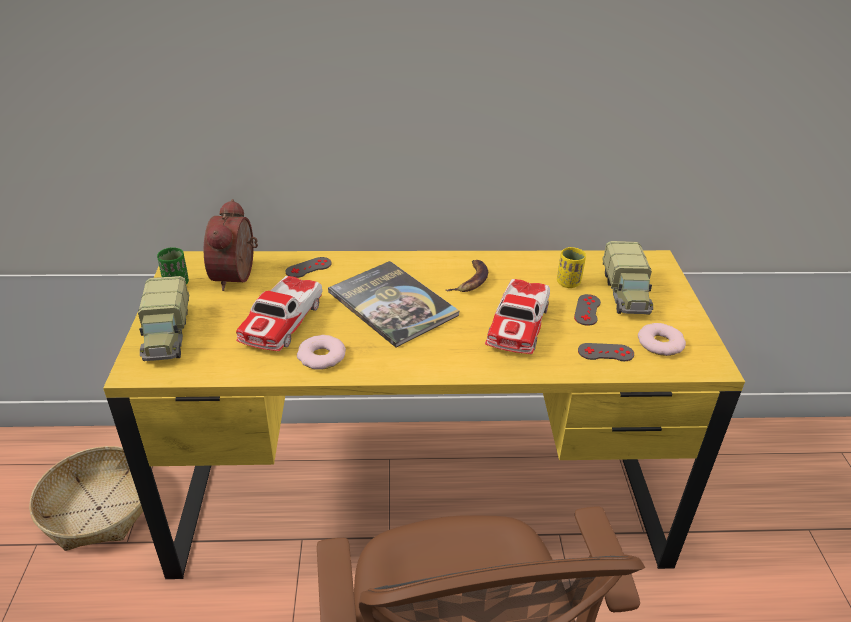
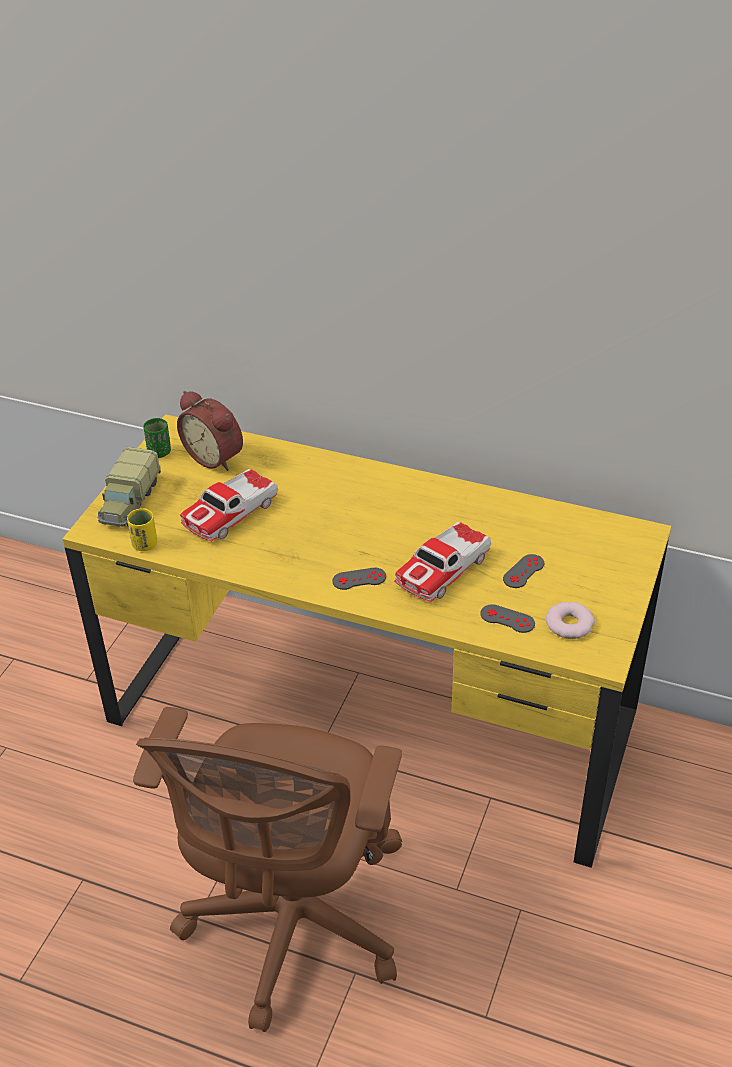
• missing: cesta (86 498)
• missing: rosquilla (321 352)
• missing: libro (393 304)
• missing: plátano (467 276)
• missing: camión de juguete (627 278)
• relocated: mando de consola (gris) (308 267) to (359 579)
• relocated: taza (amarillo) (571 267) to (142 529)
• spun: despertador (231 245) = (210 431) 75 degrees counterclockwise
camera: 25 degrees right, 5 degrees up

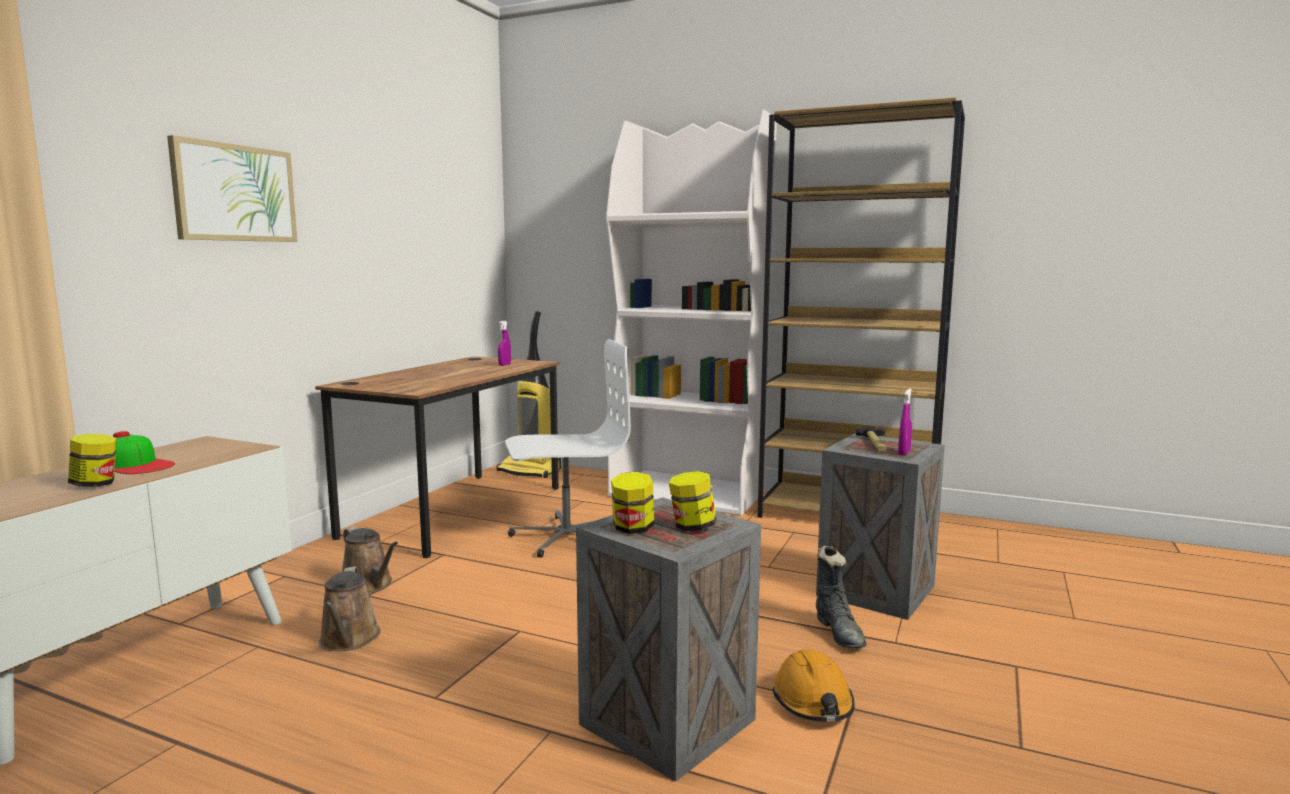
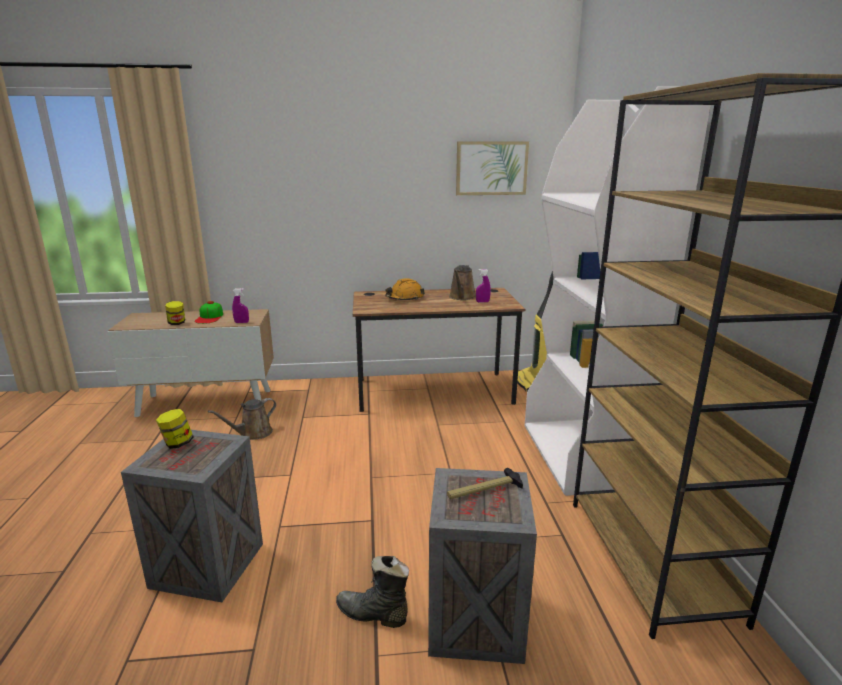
• missing: silla de oficina (blanco) (568 448)
• missing: tarro (692 501)
• relocated: cuadro (232 188) to (492 168)
• relocated: regadera (marrón) (370 560) to (462 282)
• relocated: casco (naranja) (814 685) to (405 289)
• relocated: pulverizador (morado) (905 422) to (240 305)
• spun: bota (negro) (841 596) = (372 592) 60 degrees clockwise
camera: 60 degrees right, 10 degrees up

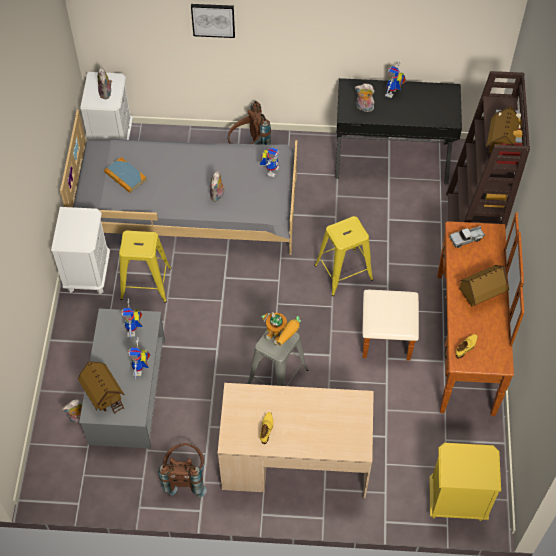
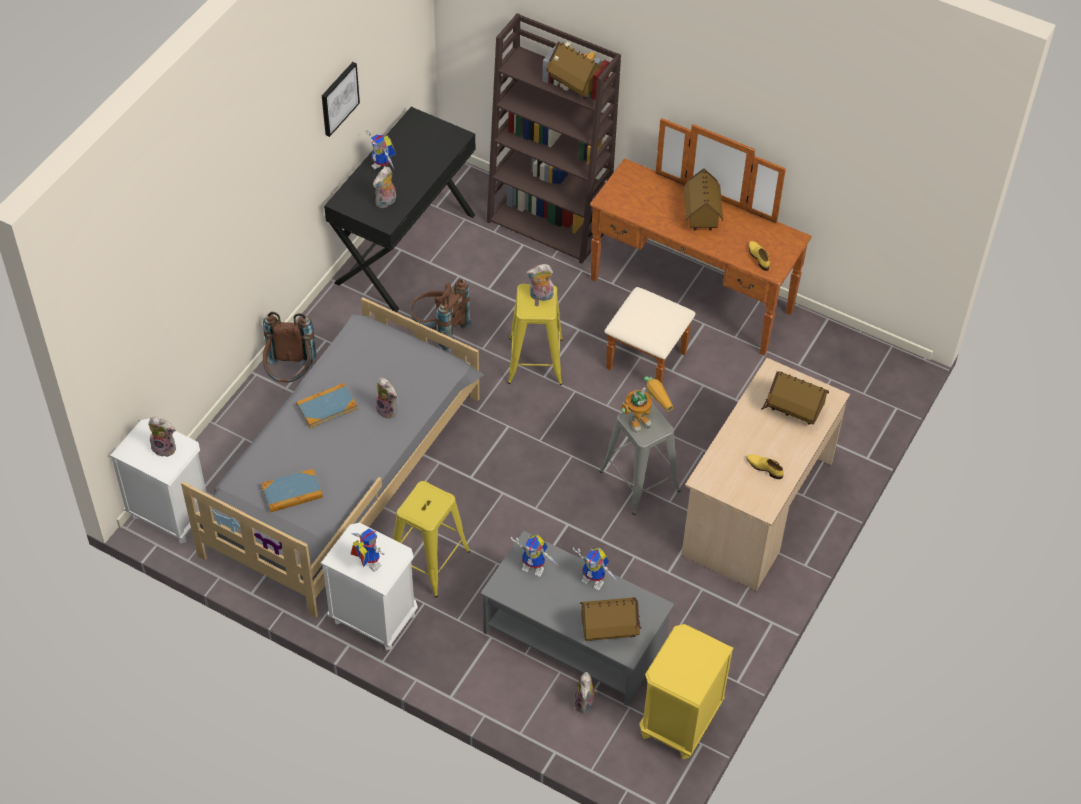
• missing: camión de juguete (467 237)
• appeared: libro (326 405)
• appeared: peluche (540 282)
• appeared: casita (795 398)
• relocated: mochila (marrón) (182 470) to (440 315)
• relocated: cuadro (213 21) to (341 99)
• relocated: robot de juguete (269 162) to (368 550)
• relocated: mesita de noche (amarillo) (465 482) to (686 691)
camera: 65 degrees left, 5 degrees down

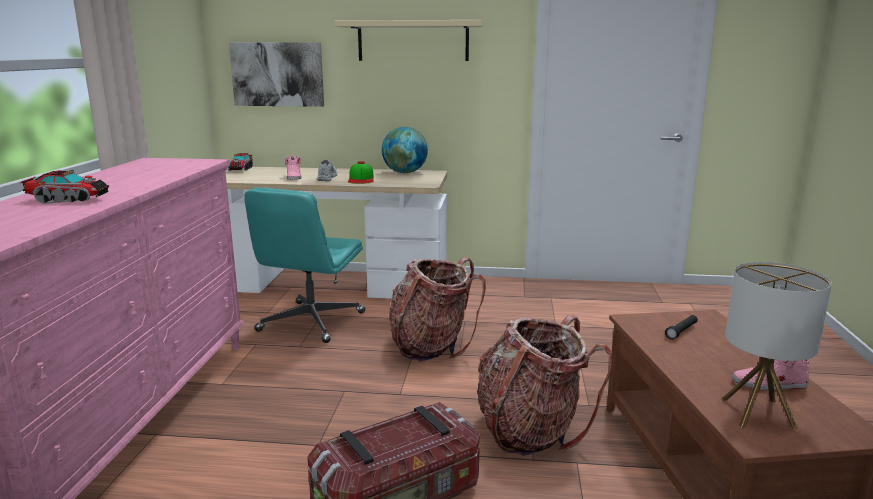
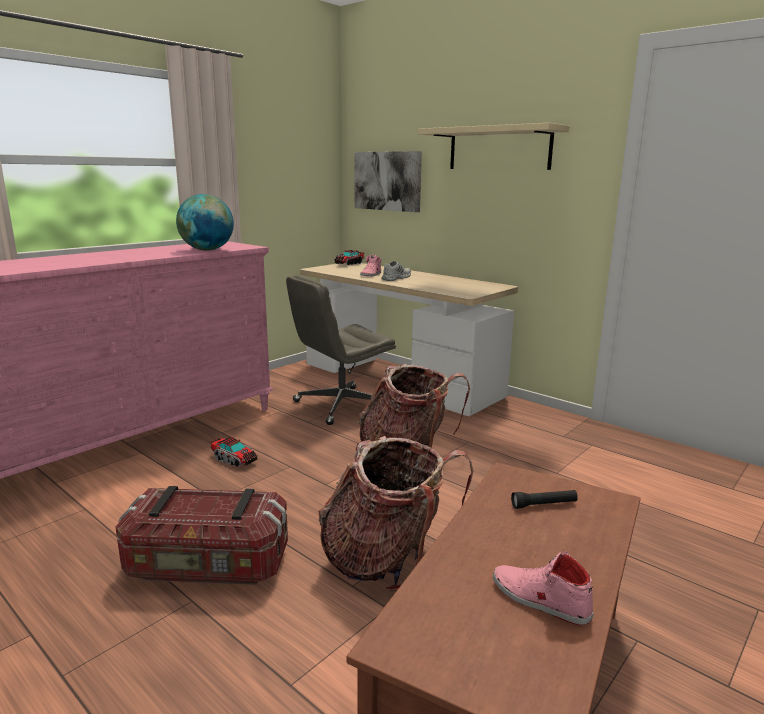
• missing: gorra (361 172)
• missing: lámpara de mesa (777 346)
• relocated: camión de juguete (64 187) to (234 452)
• relocated: globo terráqueo (405 150) to (205 222)
• colour: silla de oficina (turquesa) (305 265) to silla de oficina (gris) (341 350)
camera: 35 degrees right, 0 degrees up

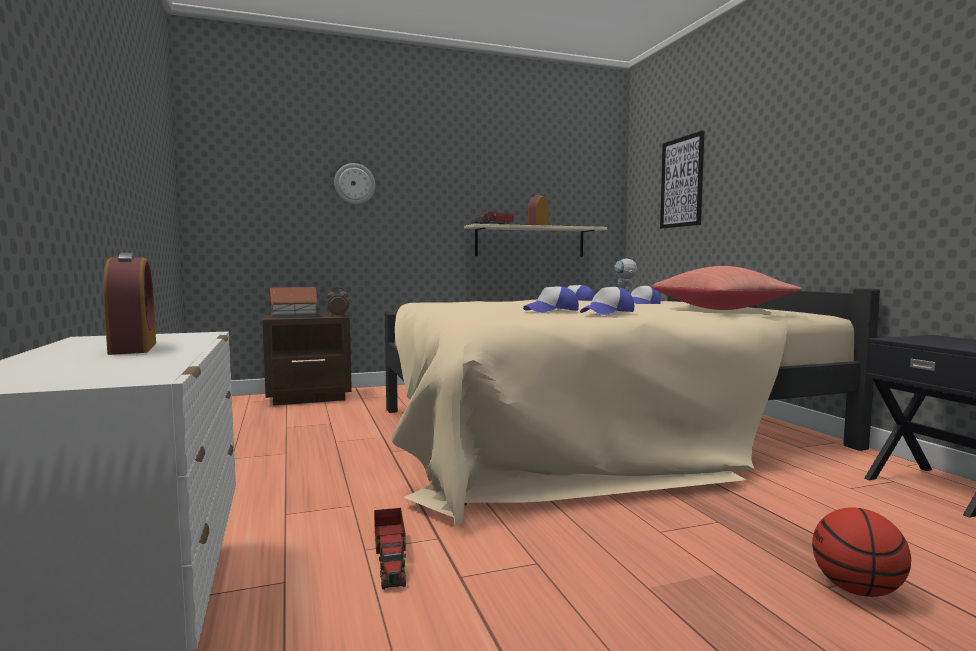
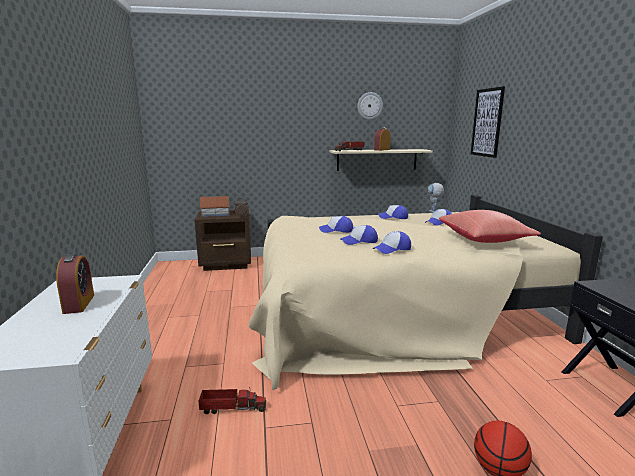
• appeared: gorra (336 224)
• relocated: reloj de pared (354 183) to (370 106)
• spun: camión de juguete (390 548) = (232 400) 90 degrees counterclockwise
camera: 10 degrees right, 10 degrees up

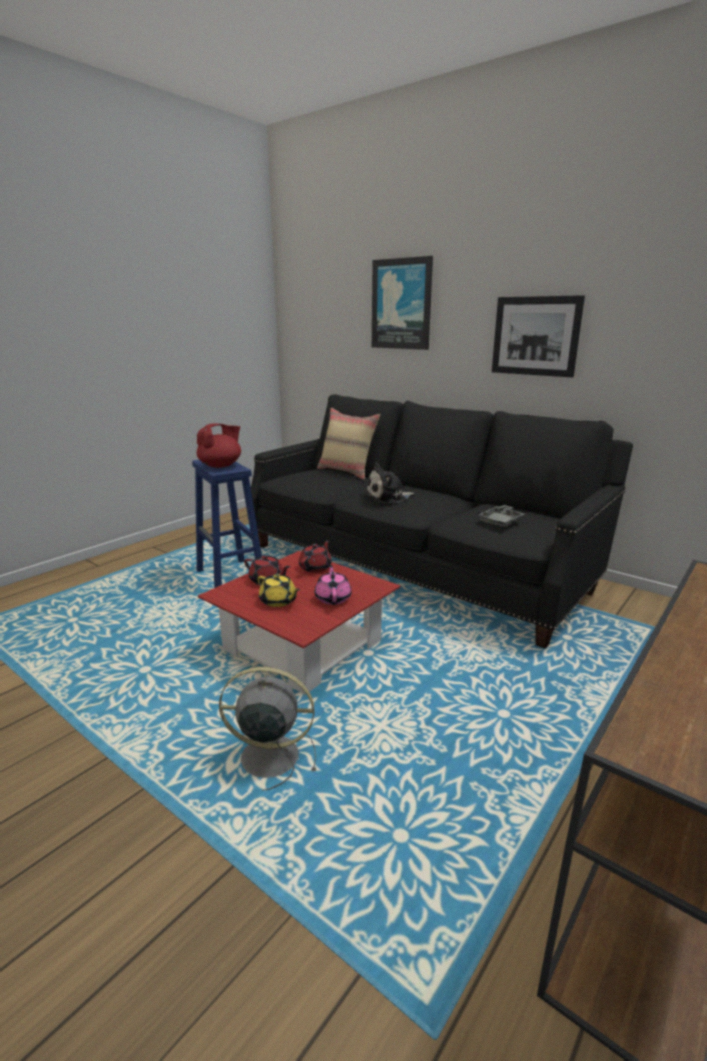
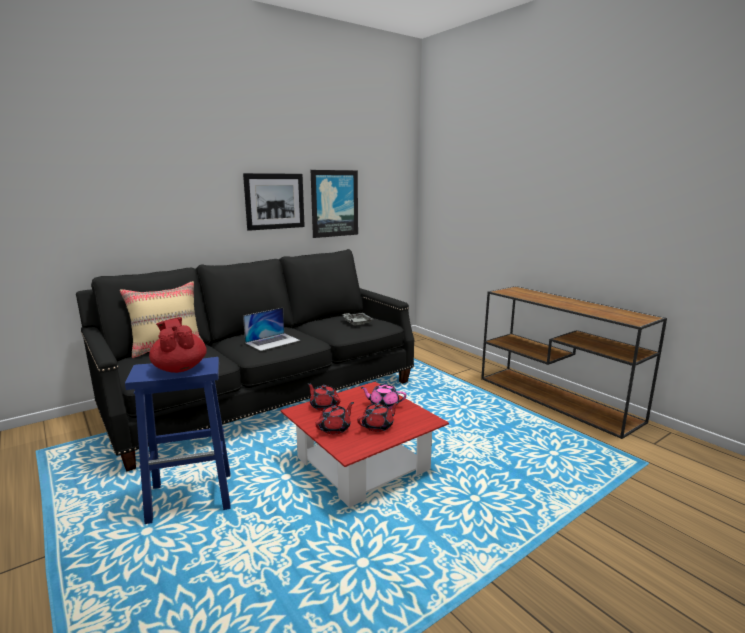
• missing: ventilador (gris) (267 729)
• relocated: cuadro (402 303) to (334 204)
• exchanged: peluche (389 482) to portátil (271 329)
• colour: tetera (amarillo) (279 590) to tetera (rojo) (378 417)
camera: 75 degrees left, 5 degrees down

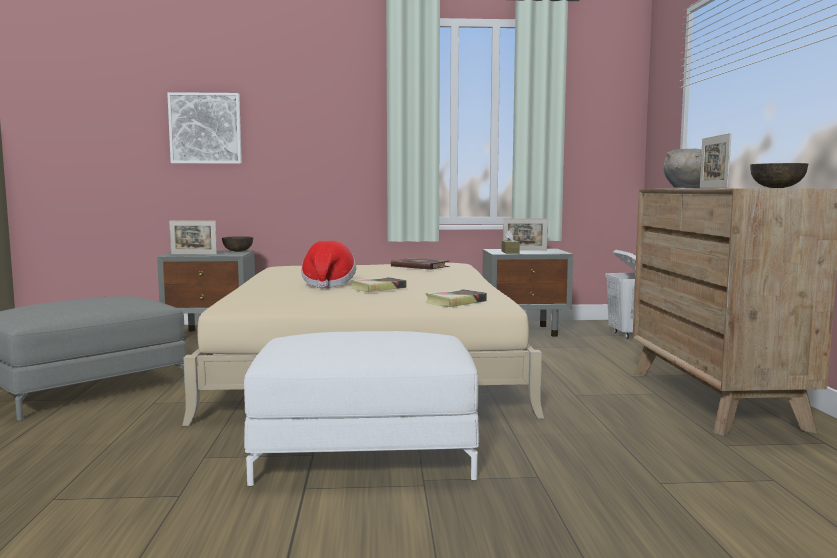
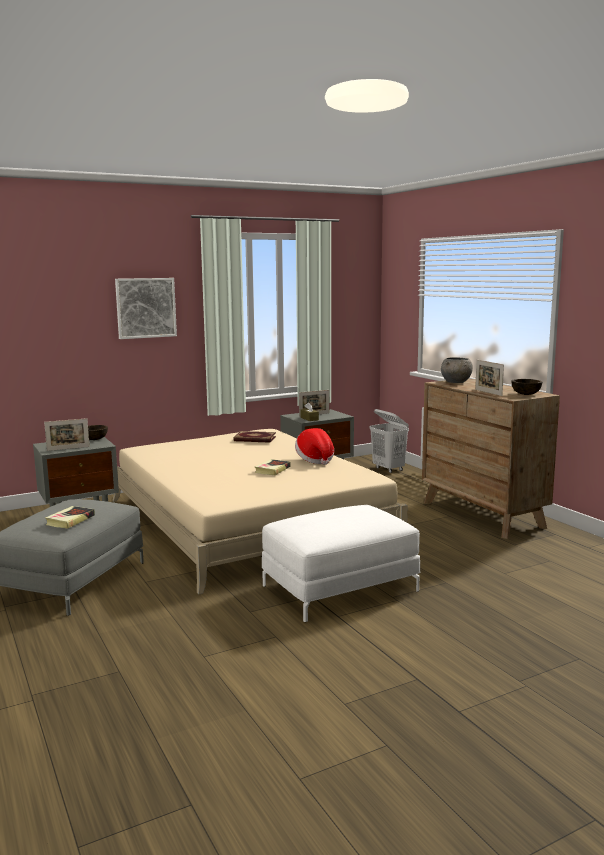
• relocated: cuadro (204 128) to (146 308)
• relocated: sombrero (328 264) to (314 446)
• relocated: libro (456 298) to (70 517)
camera: 25 degrees left, 5 degrees up

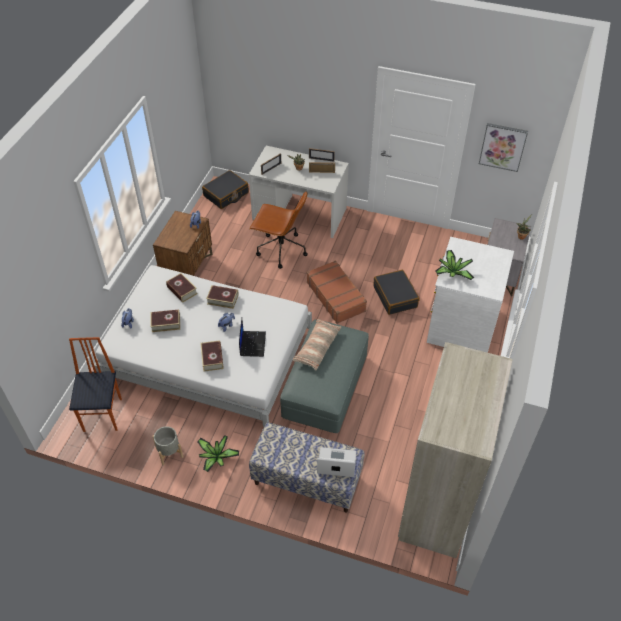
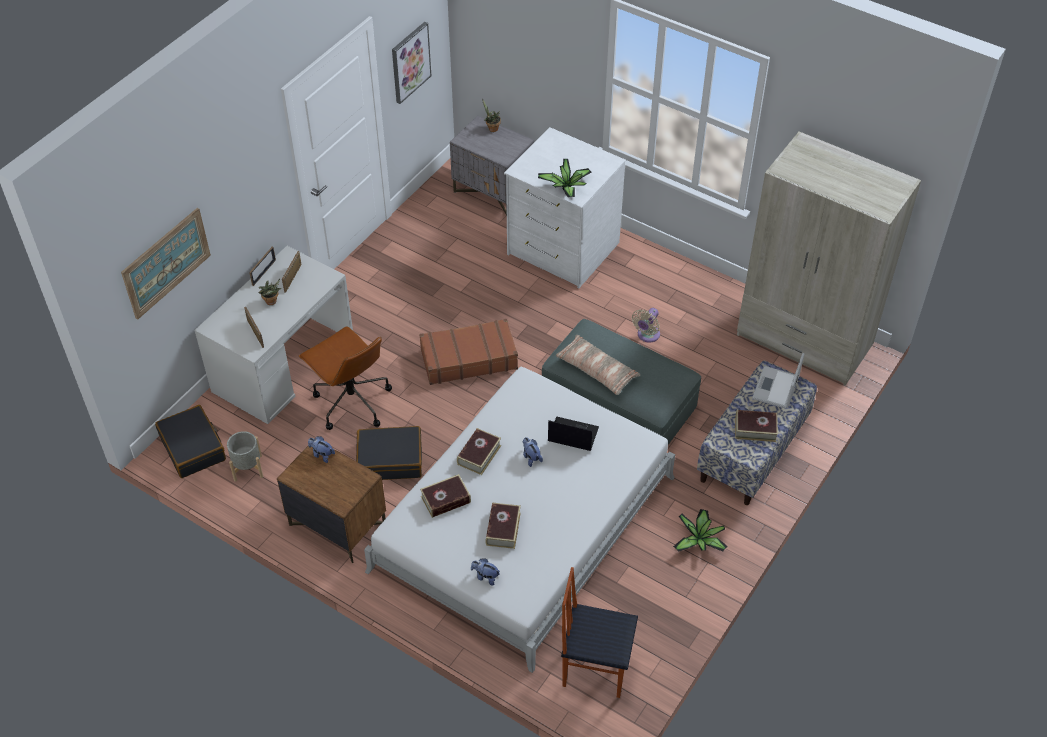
• appeared: cuadro (166 264)
• appeared: ventilador (beis) (646 325)
• relocated: maceta (gris) (167 445) to (245 456)
• relocated: libro (211 356) to (756 426)
• relocated: maleta (negro) (396 292) to (389 453)
• spun: silla de oficina (marrón) (278 230) = (345 378) 105 degrees clockwise
camera: 75 degrees left, 0 degrees up

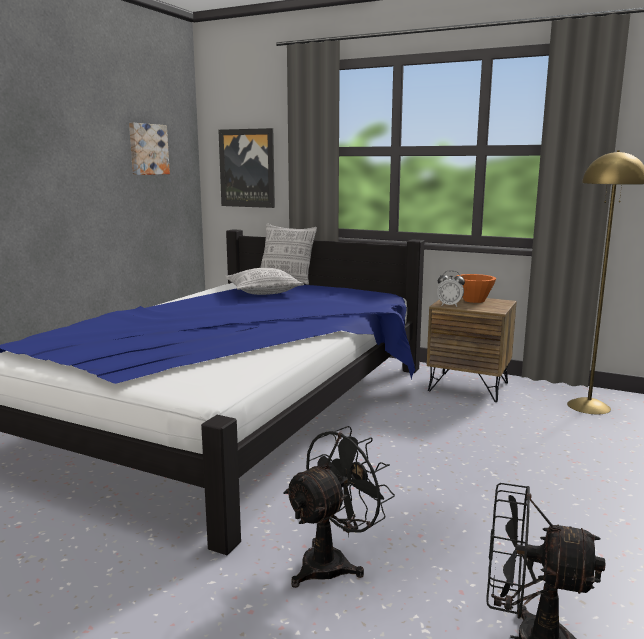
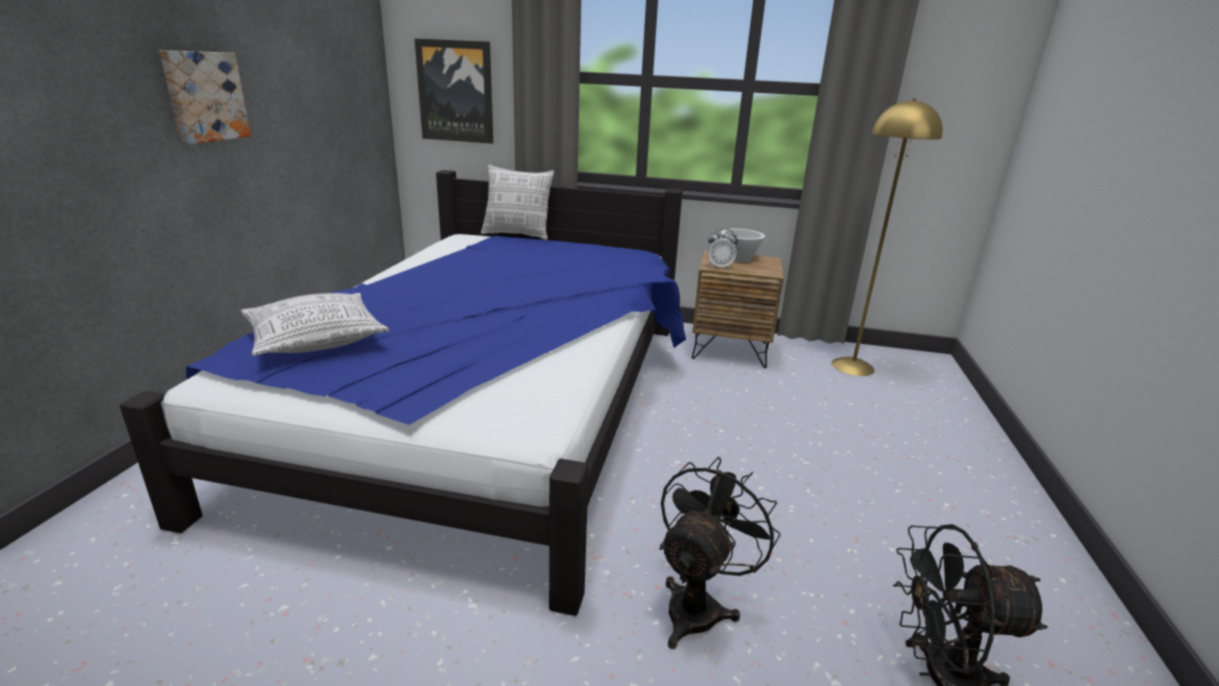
• relocated: cuadro (149 149) to (205 97)
• relocated: cojín (264 281) to (315 324)
• colour: cuenco (naranja) (476 288) to cuenco (blanco) (743 245)
camera: 15 degrees left, 10 degrees up

